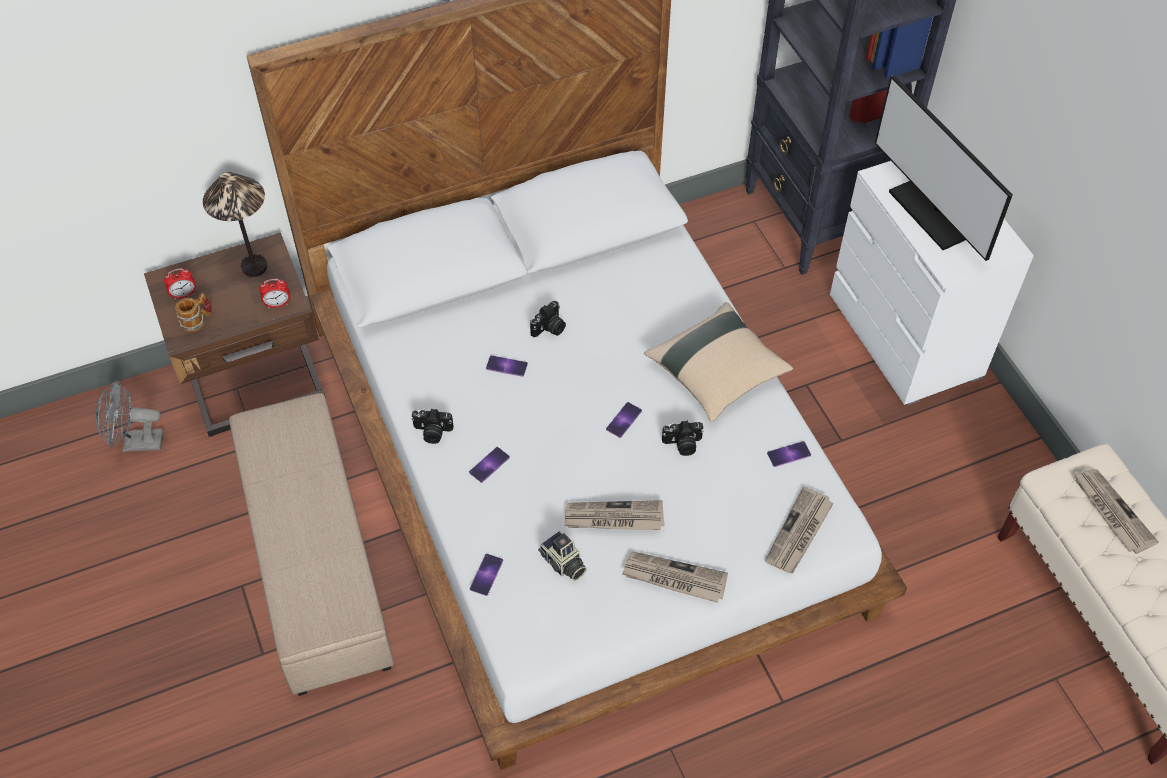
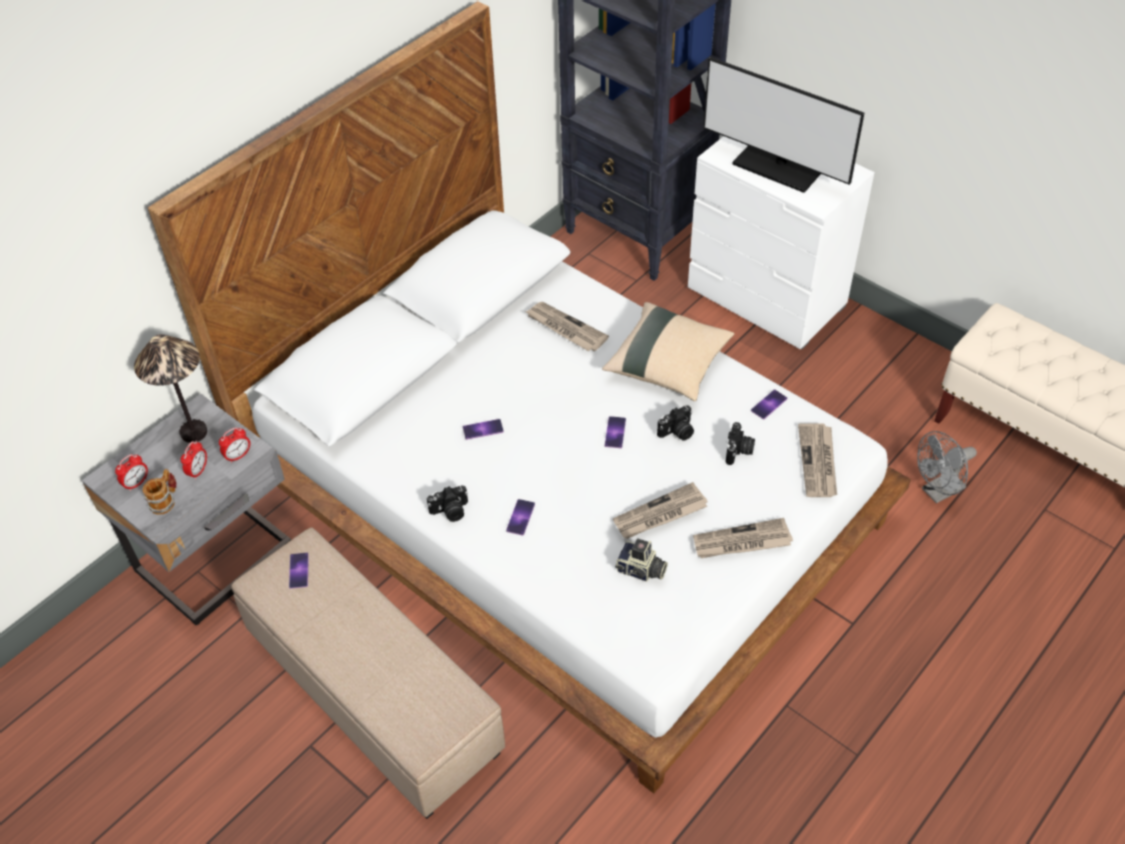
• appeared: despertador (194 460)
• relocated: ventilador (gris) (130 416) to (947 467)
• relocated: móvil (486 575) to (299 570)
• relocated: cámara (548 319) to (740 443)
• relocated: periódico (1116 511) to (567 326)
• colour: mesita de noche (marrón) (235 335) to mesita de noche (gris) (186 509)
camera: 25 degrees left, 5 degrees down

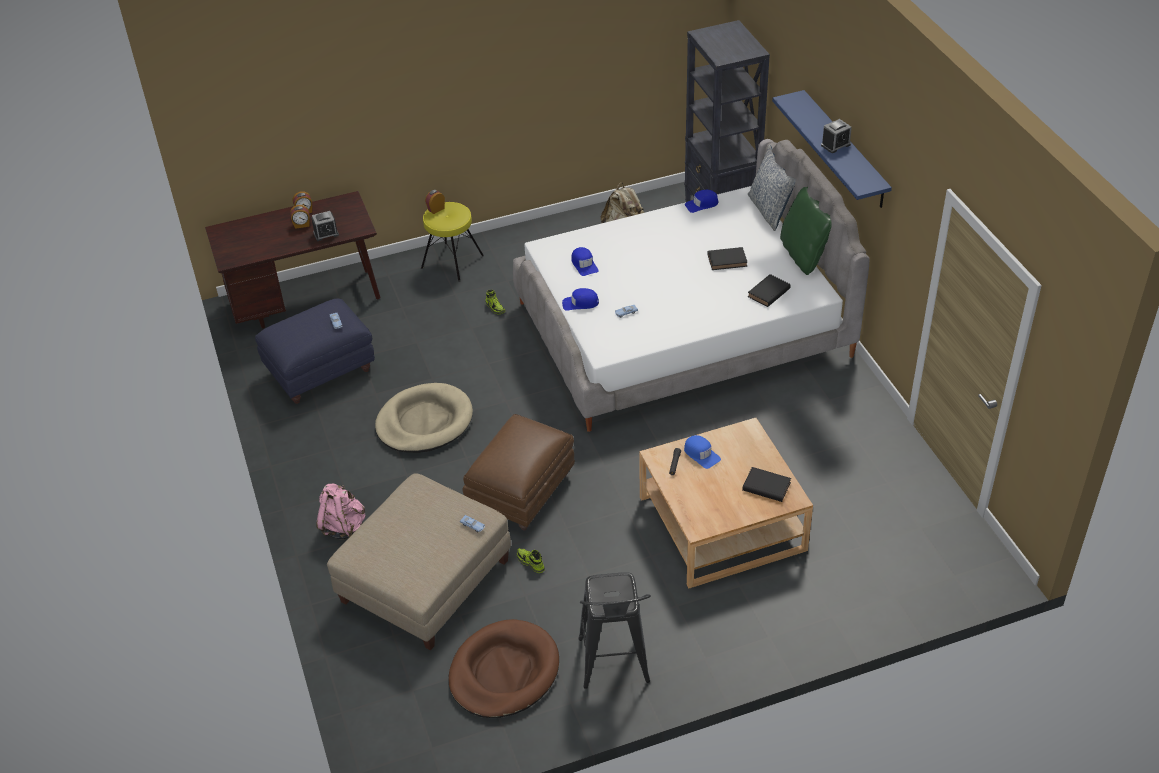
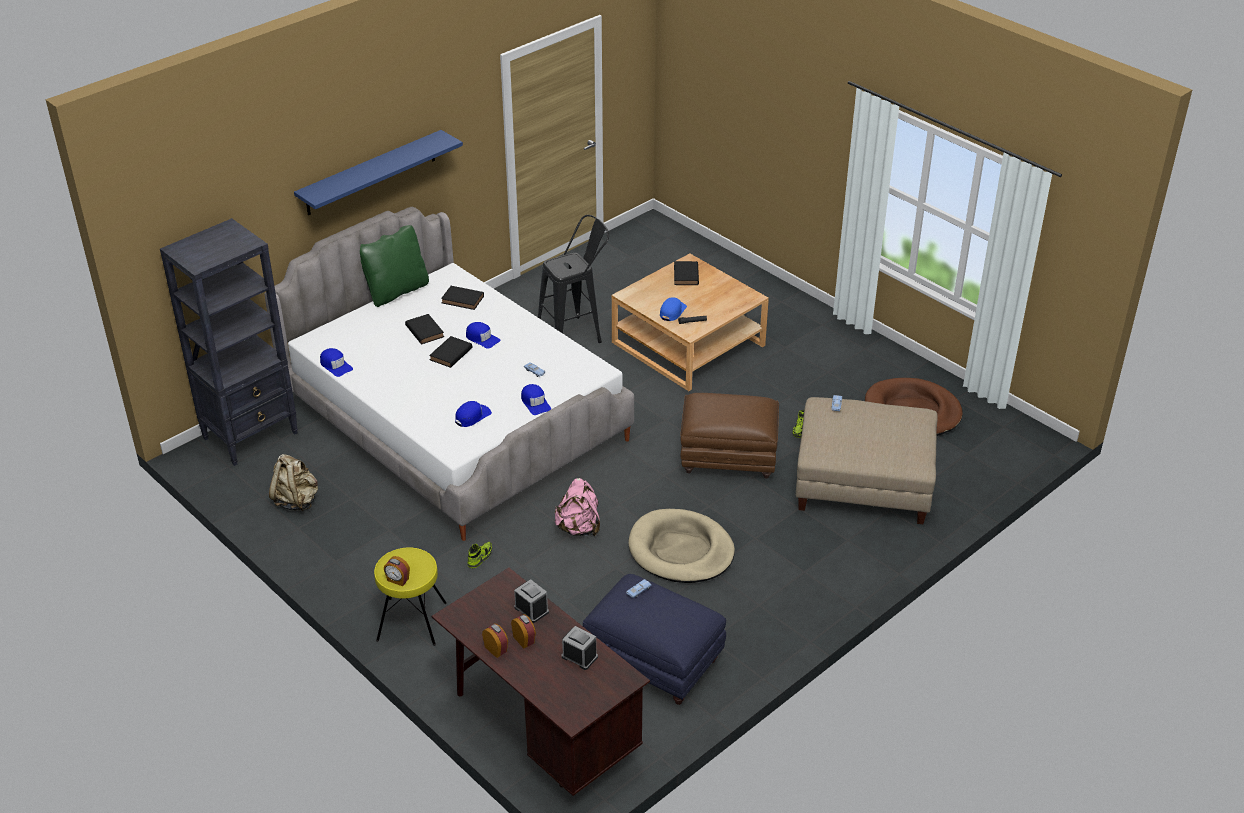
• missing: cojín (772 188)
• appeared: libro (negro) (450 352)
• appeared: gorra (azul) (483 335)
• relocated: mochila (rosa) (341 511) to (577 507)
• relocated: taburete (negro) (614 630) to (573 279)
• relocated: despertador (836 136) to (579 648)
camera: 115 degrees left, 5 degrees down

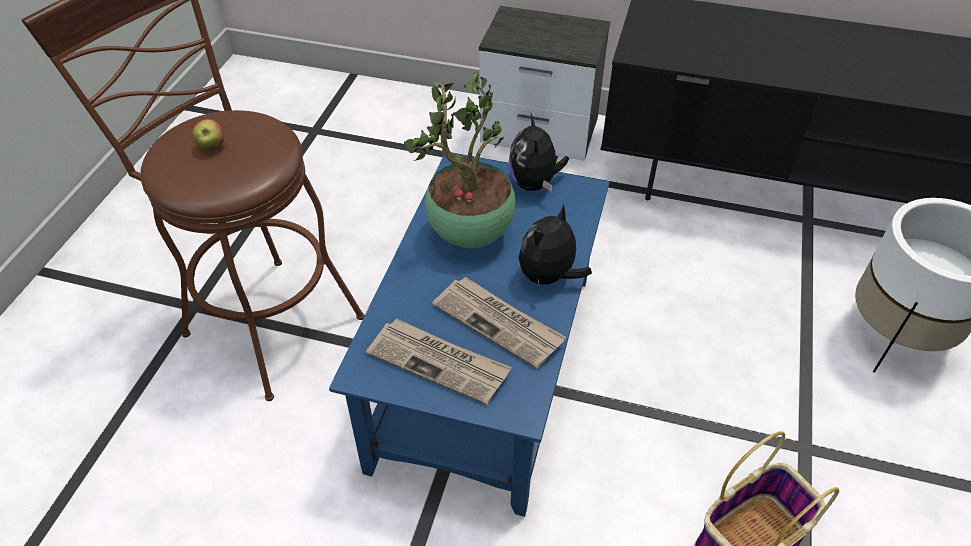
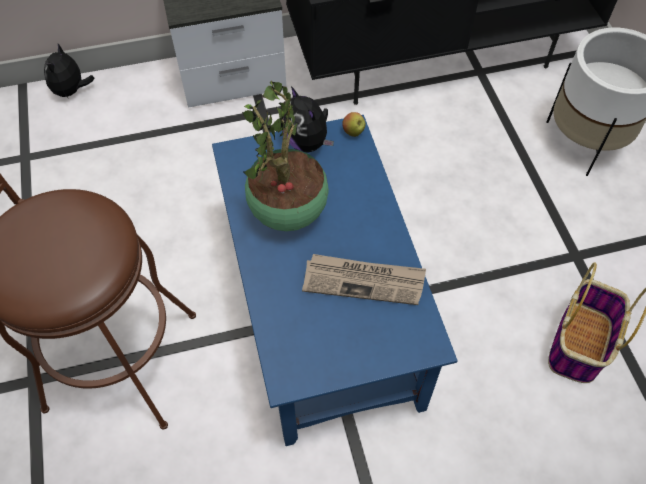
• missing: periódico (438 361)
• relocated: manzana (208 135) to (354 124)
• relocated: peluche (555 247) to (69 71)
camera: 30 degrees left, 10 degrees up

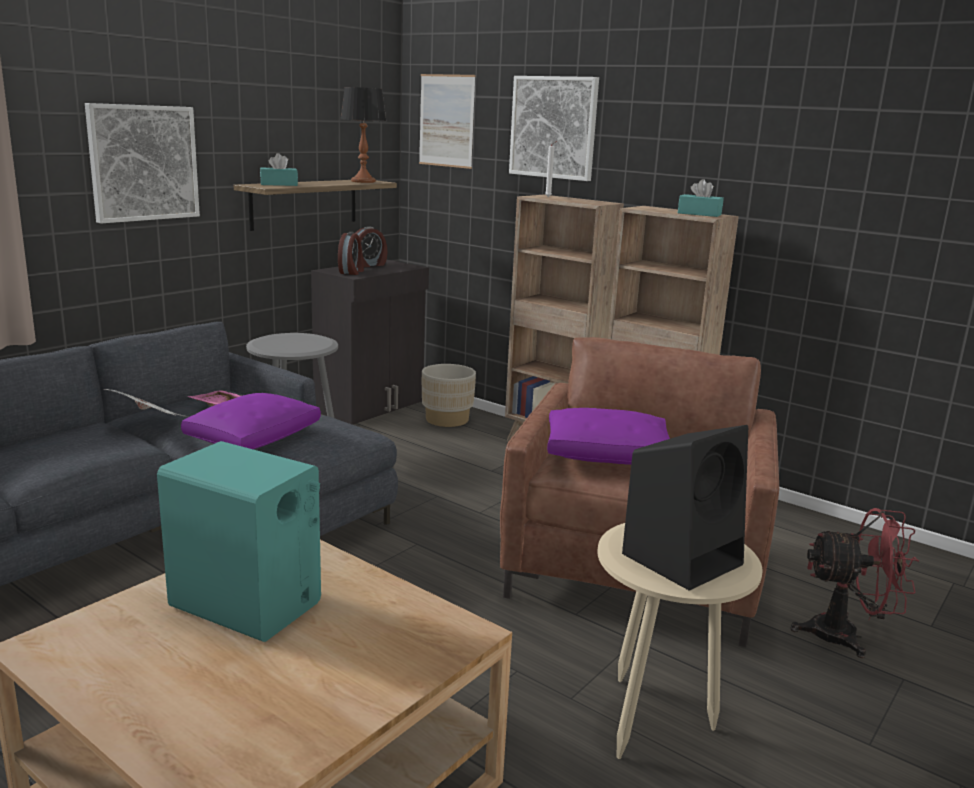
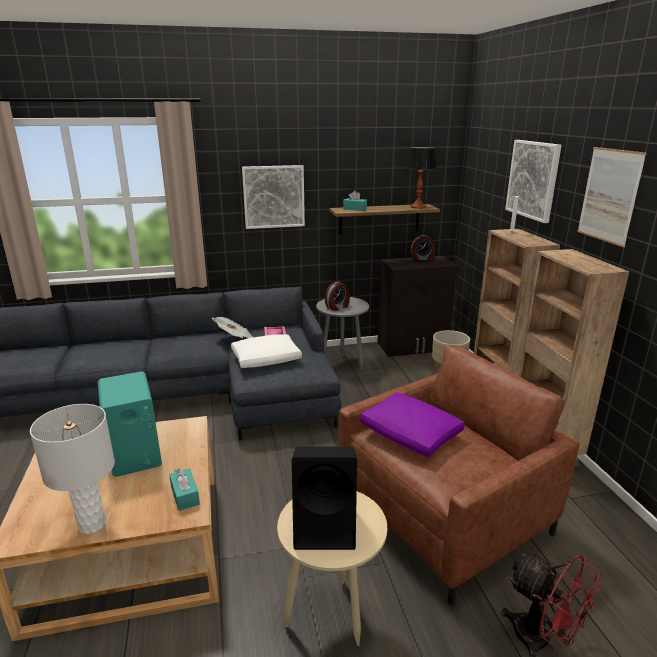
• appeared: lámpara de mesa (blanco) (72 469)
• relocated: despertador (351 253) to (337 296)
• relocated: cuadro (447 121) to (612 197)
• relocated: caja de pañuelos (turquesa) (701 198) to (184 489)
• colour: cojín (morado) (251 421) to cojín (blanco) (266 351)
camera: 40 degrees right, 5 degrees up

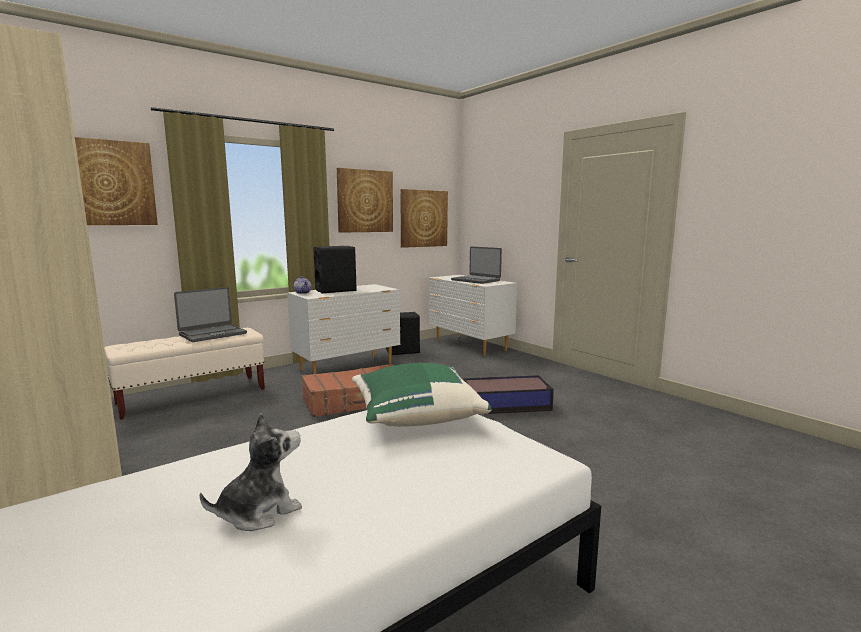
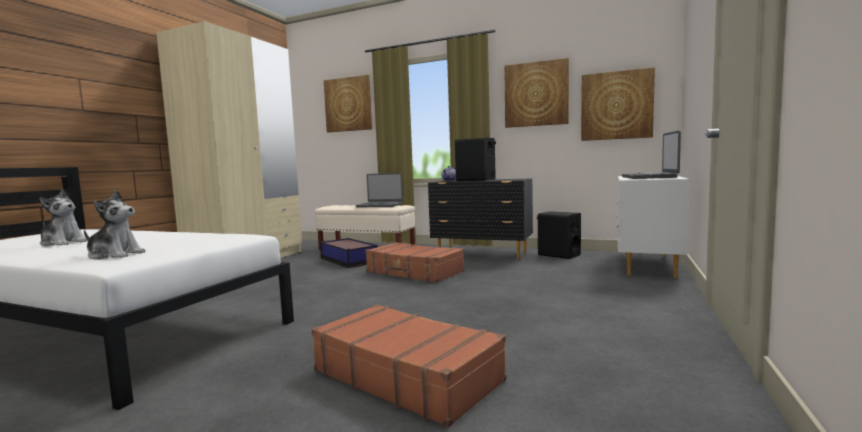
• missing: cojín (verde) (422 395)
• appeared: peluche (115 224)
• appeared: maleta (marrón) (408 366)
• relocated: caja de almacenaje (509 394) to (349 253)
• colour: cómoda (blanco) (343 329) to cómoda (negro) (480 219)
camera: 60 degrees right, 5 degrees down

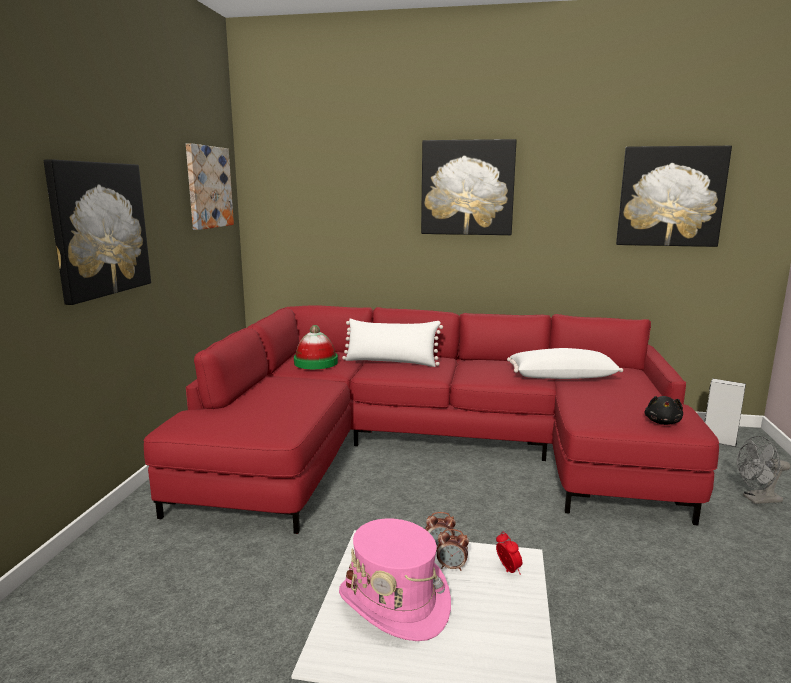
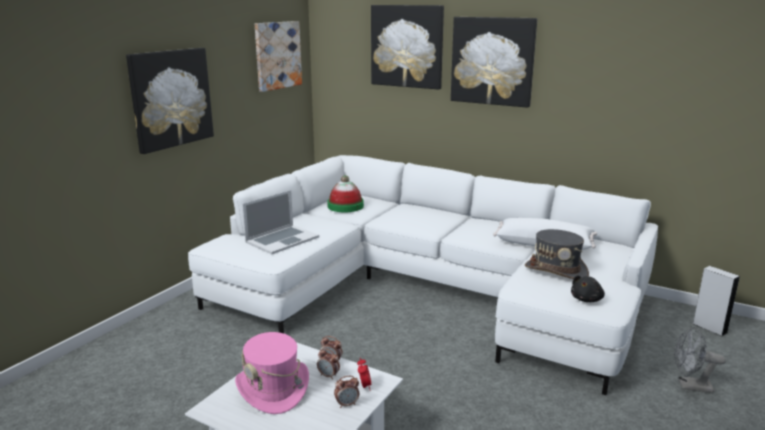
• missing: cojín (blanco) (392 343)
• appeared: portátil (280 222)
• appeared: despertador (346 392)
• appeared: sombrero (gris) (557 254)
• relocated: cuadro (674 196) to (407 47)
• colour: sofá (rojo) (431 419) to sofá (blanco) (423 275)
camera: 20 degrees right, 5 degrees up

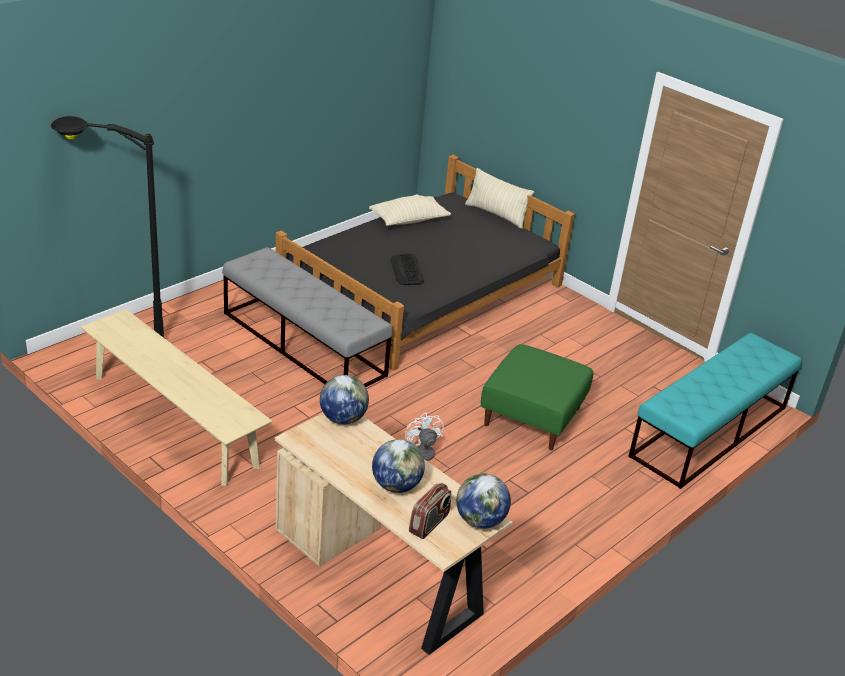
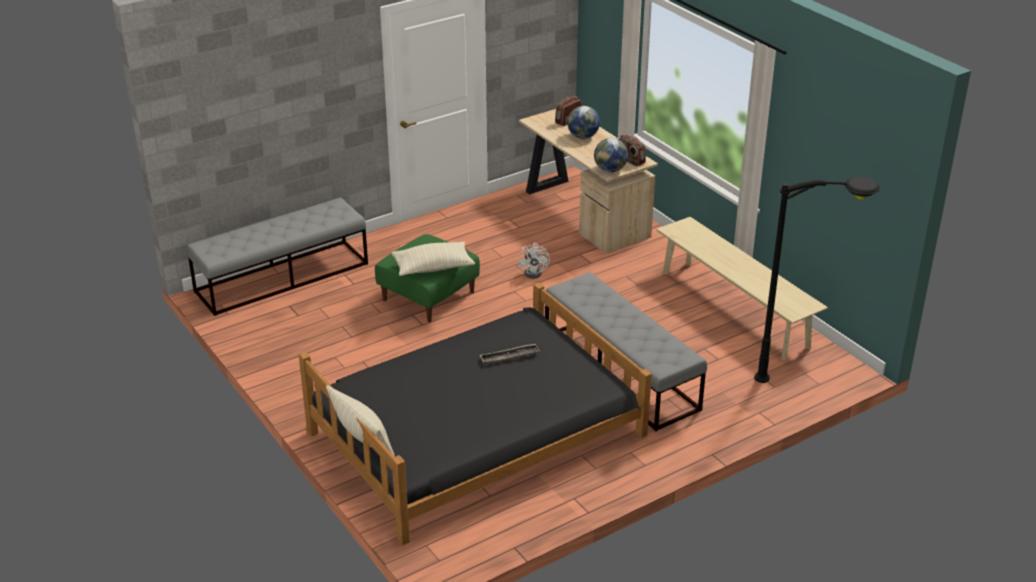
• missing: globo terráqueo (483 501)
• appeared: radio (632 150)
• relocated: cojín (beis) (410 210) to (433 258)
• exchanged: teclado (407 269) to bandeja (510 354)
• colour: banco (turquesa) (715 411) to banco (gris) (277 257)
camera: 165 degrees left, 0 degrees up

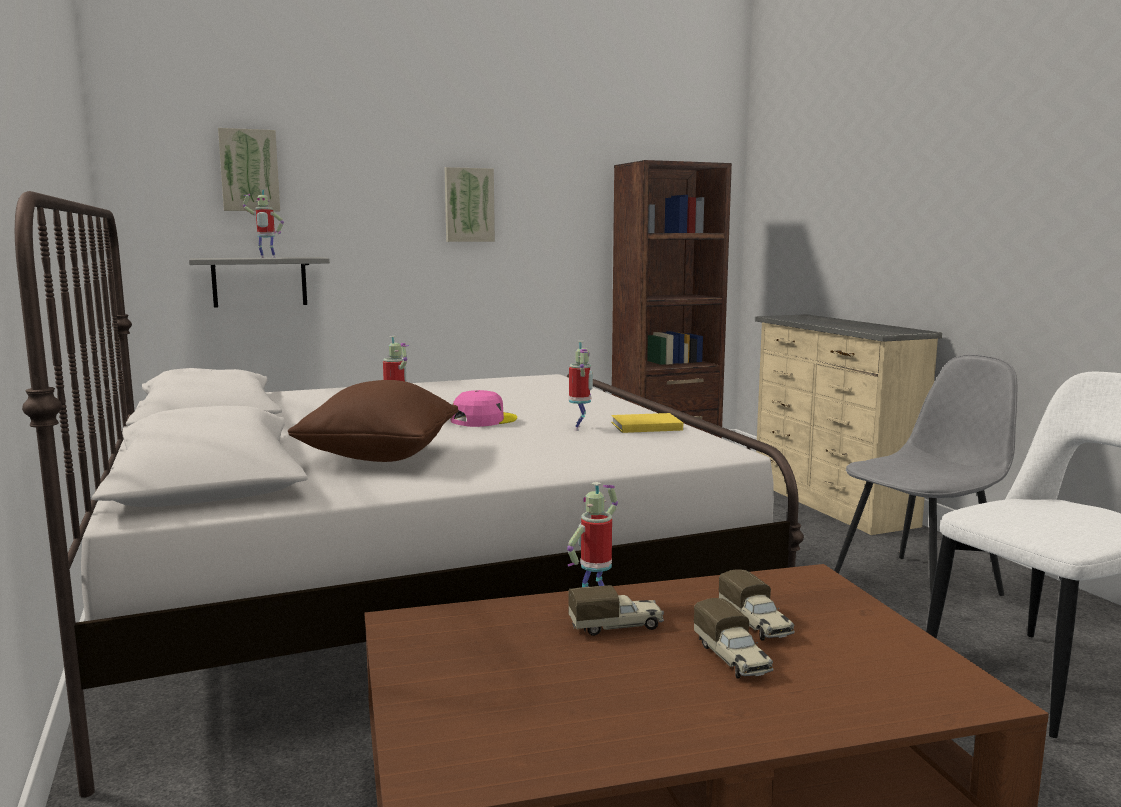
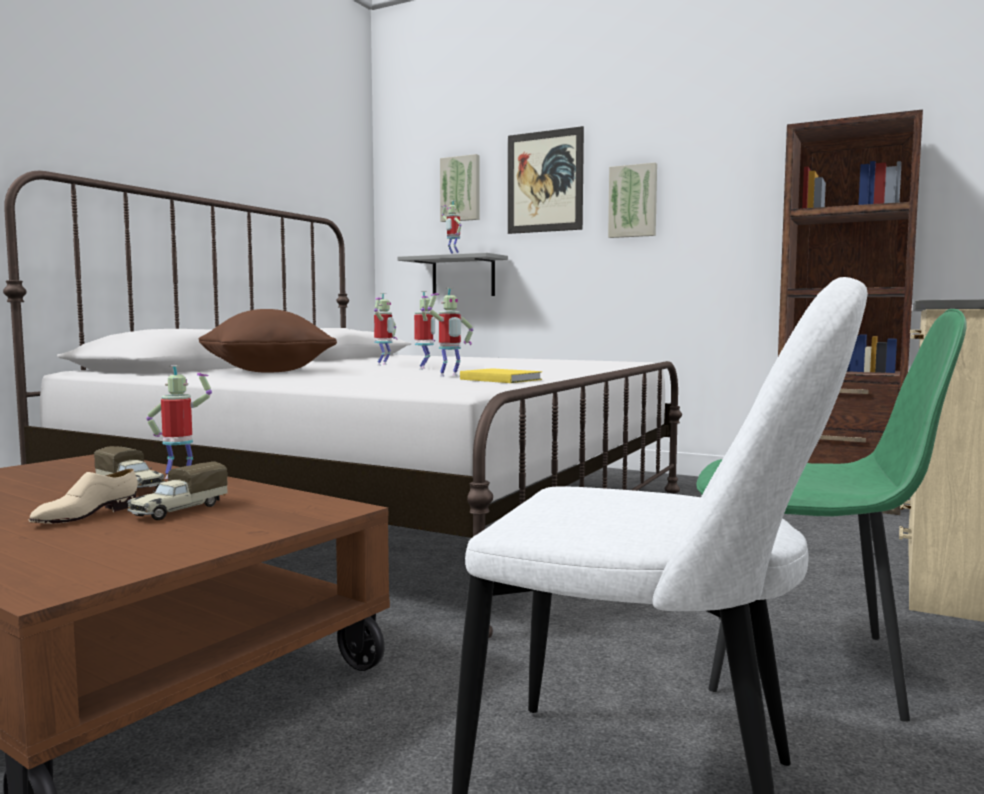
• appeared: cuadro (546 180)
• exchanged: gorra (rosa) (484 408) to robot de juguete (424 330)
• exchanged: camión de juguete (734 638) to zapato (beis) (82 496)
• colour: silla (gris) (925 478) to silla (verde) (831 515)
camera: 50 degrees right, 5 degrees down

